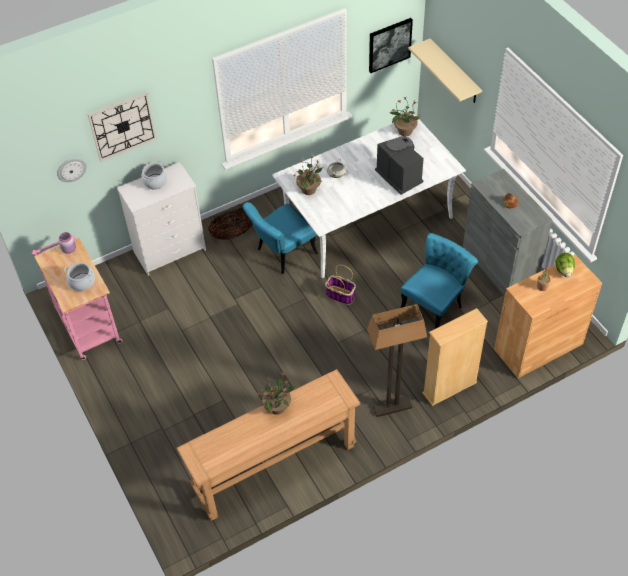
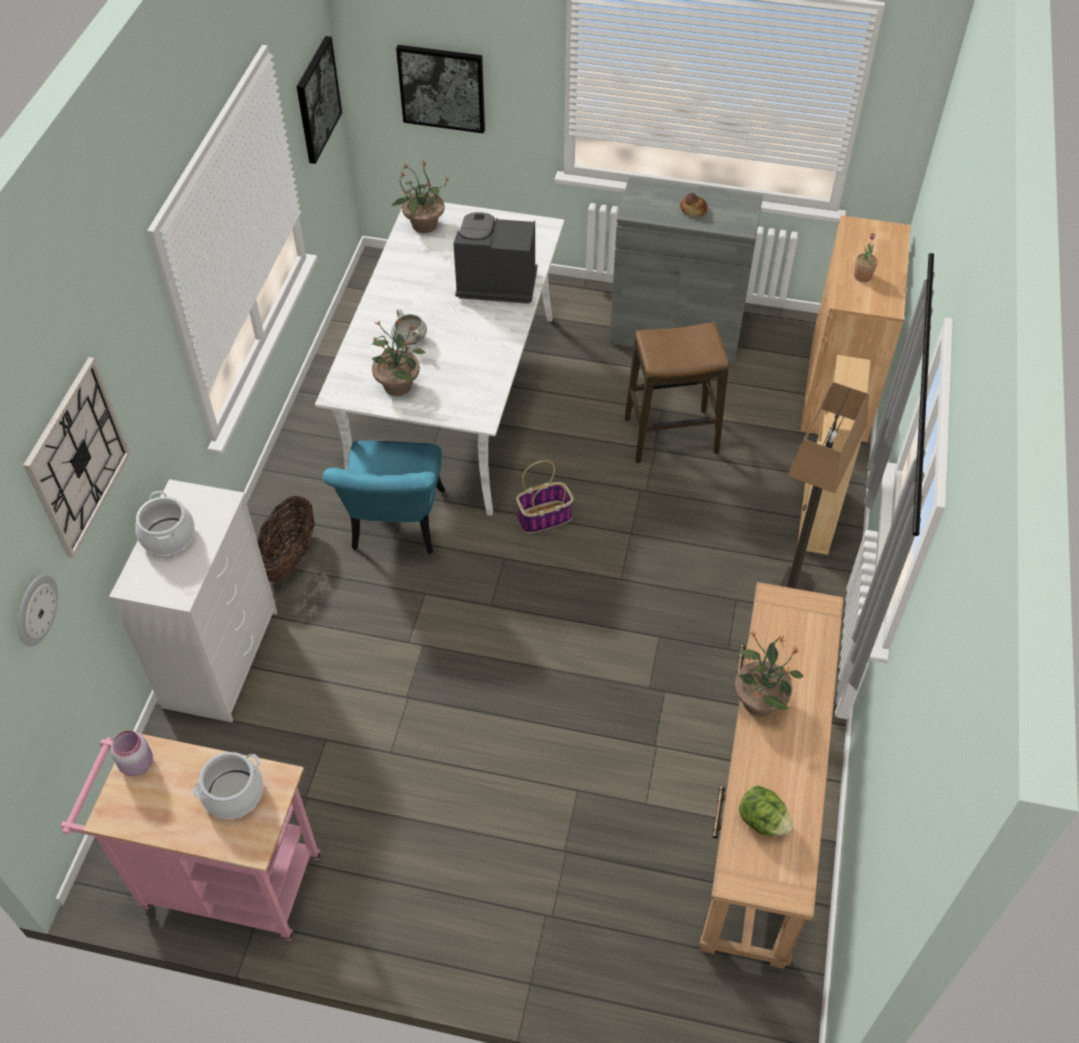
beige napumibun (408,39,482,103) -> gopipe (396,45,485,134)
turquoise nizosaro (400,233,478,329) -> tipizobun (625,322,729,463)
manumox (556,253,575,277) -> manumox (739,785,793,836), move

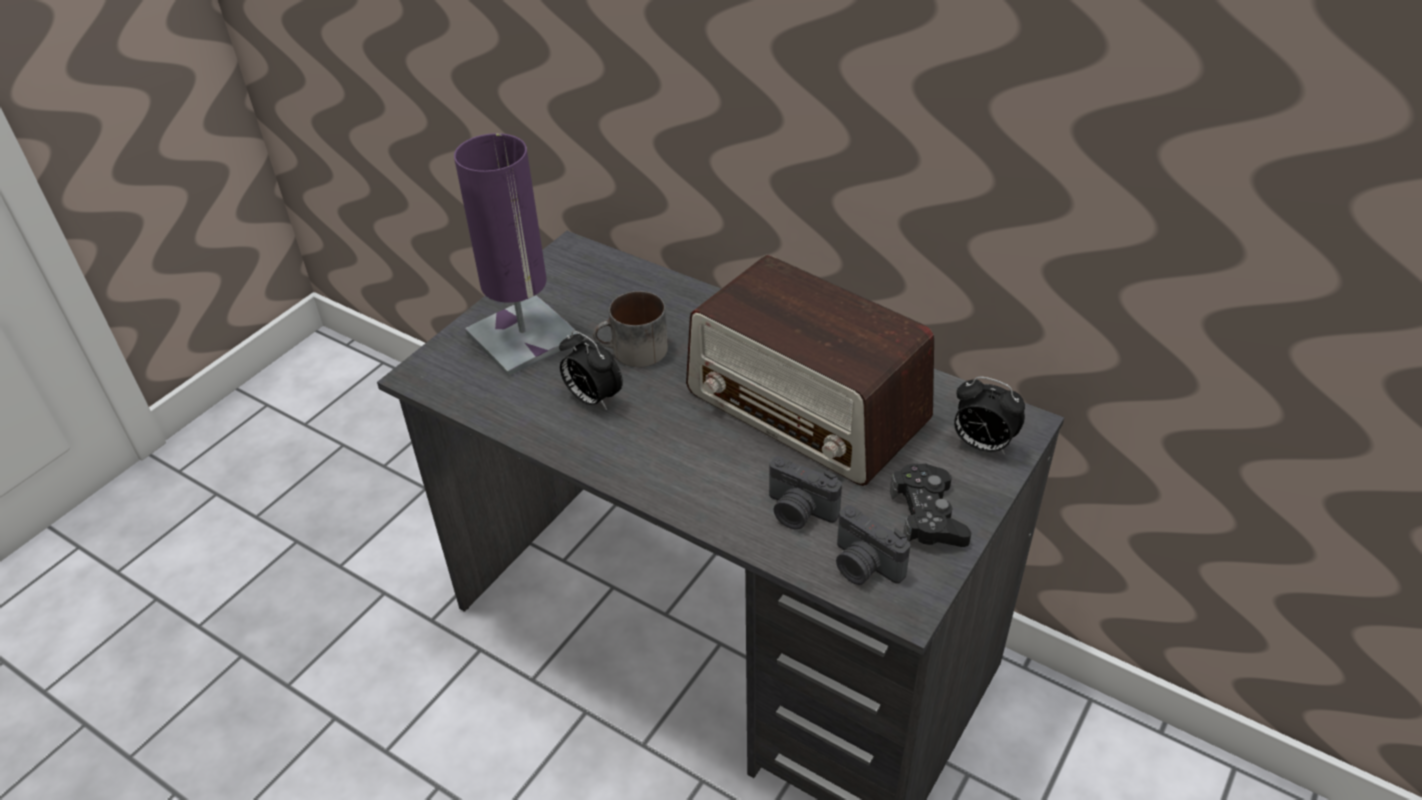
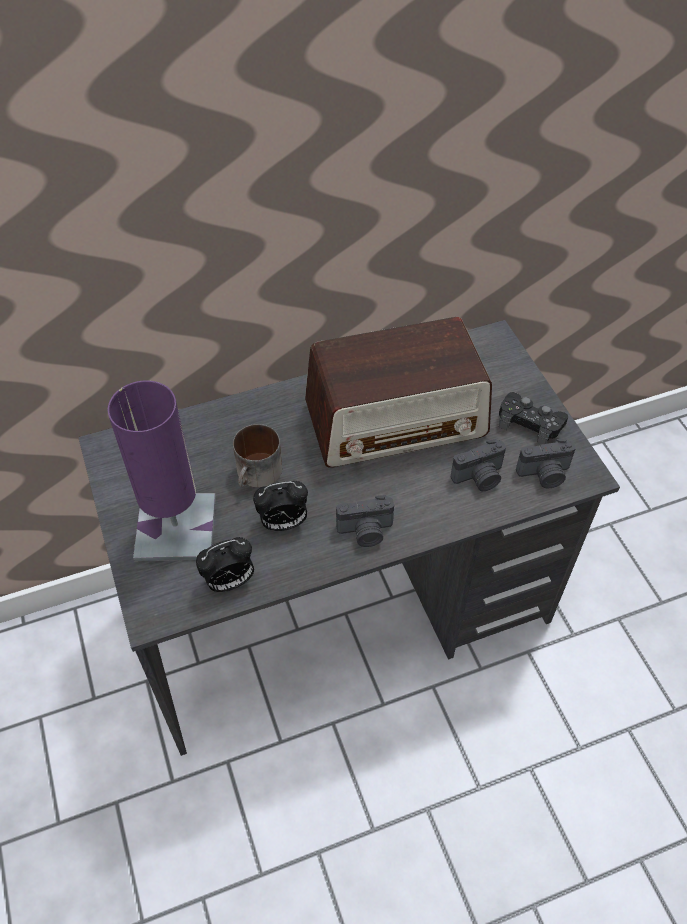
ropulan (954,377,1025,455) -> ropulan (196,537,254,592), move
none -> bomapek (336,495,394,547)

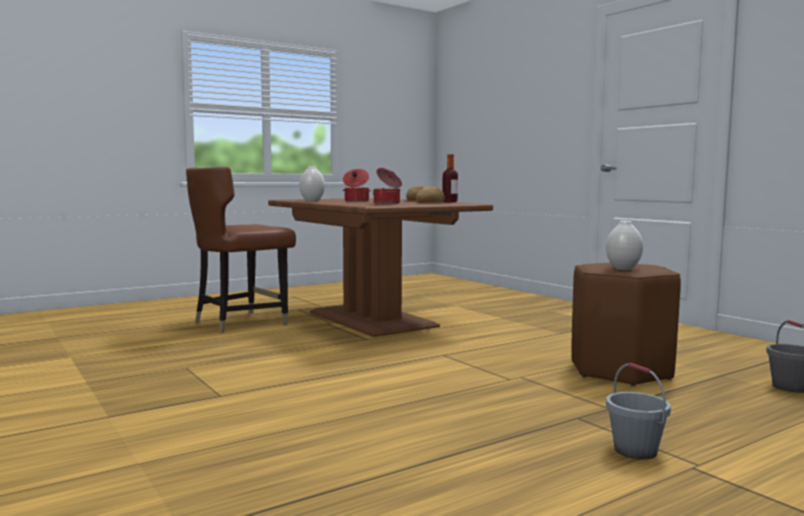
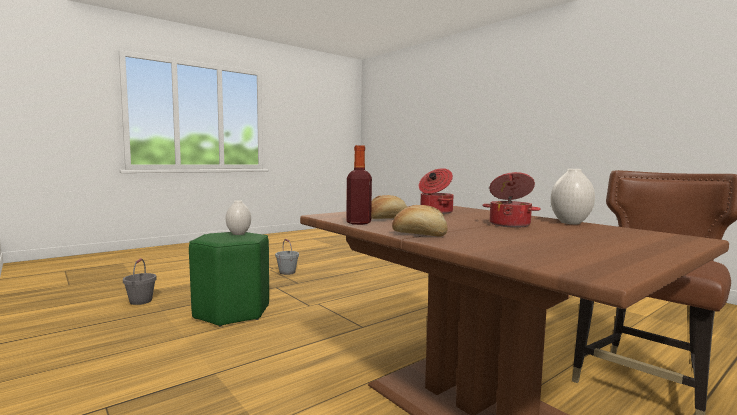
brown tipizobun (571,262,681,386) -> green tipizobun (189,232,269,327)

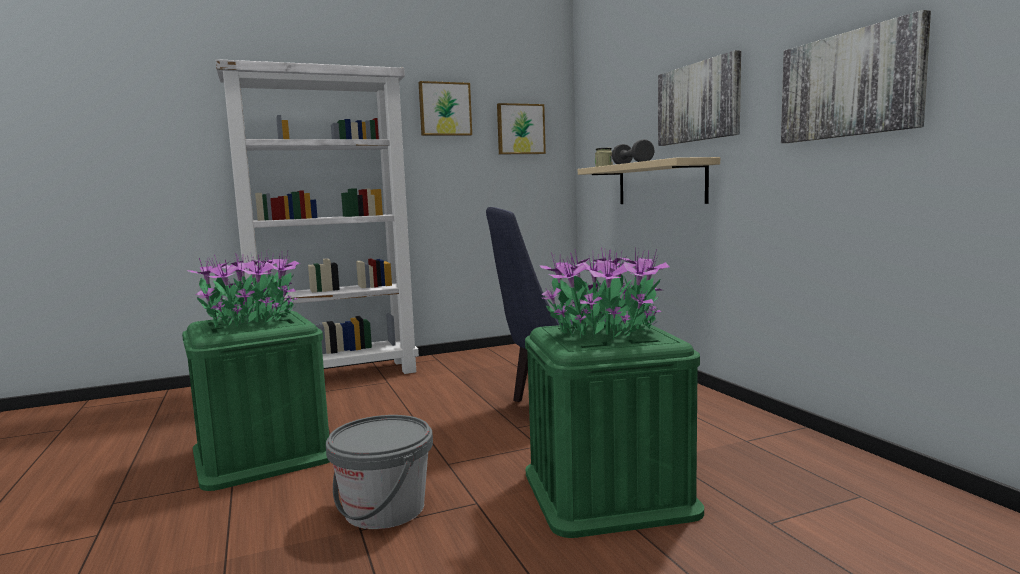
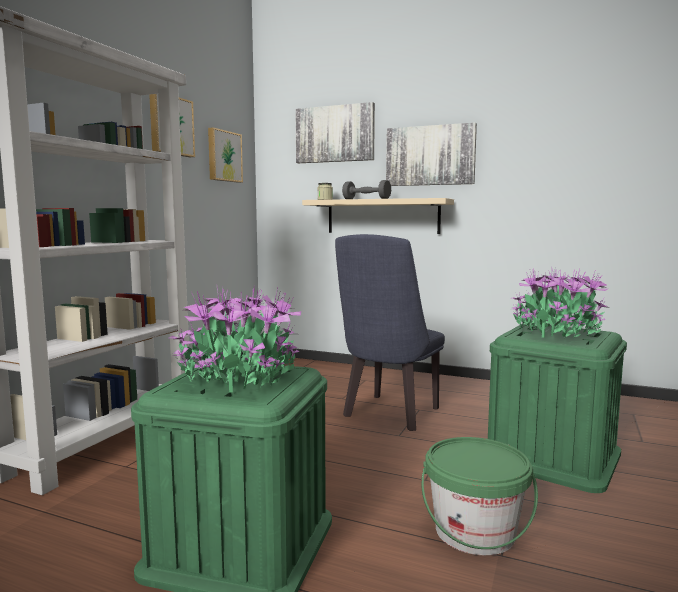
gopipe (781,10,931,143) -> gopipe (295,102,375,163), move
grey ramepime (326,415,433,529) -> green ramepime (421,437,538,555)

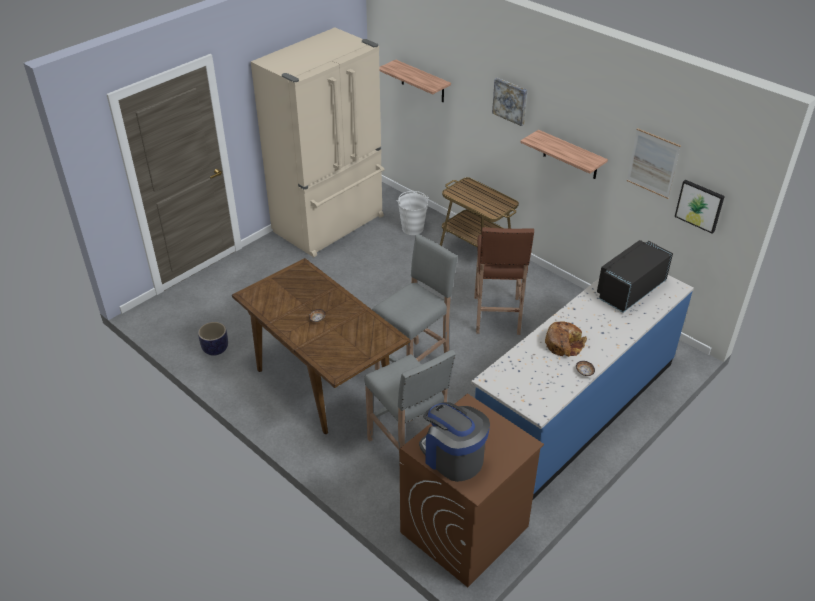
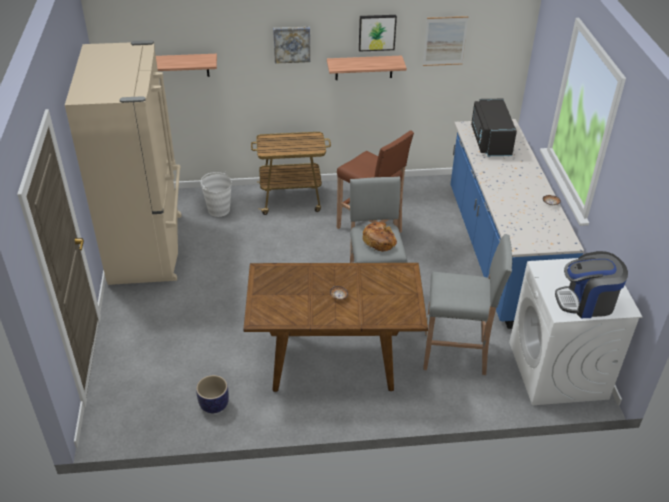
gopipe (675,180,725,234) -> gopipe (359,15,397,52), move
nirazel (545,321,587,357) -> nirazel (362,222,397,252), move
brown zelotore (399,394,544,587) -> white zelotore (509,258,642,405)

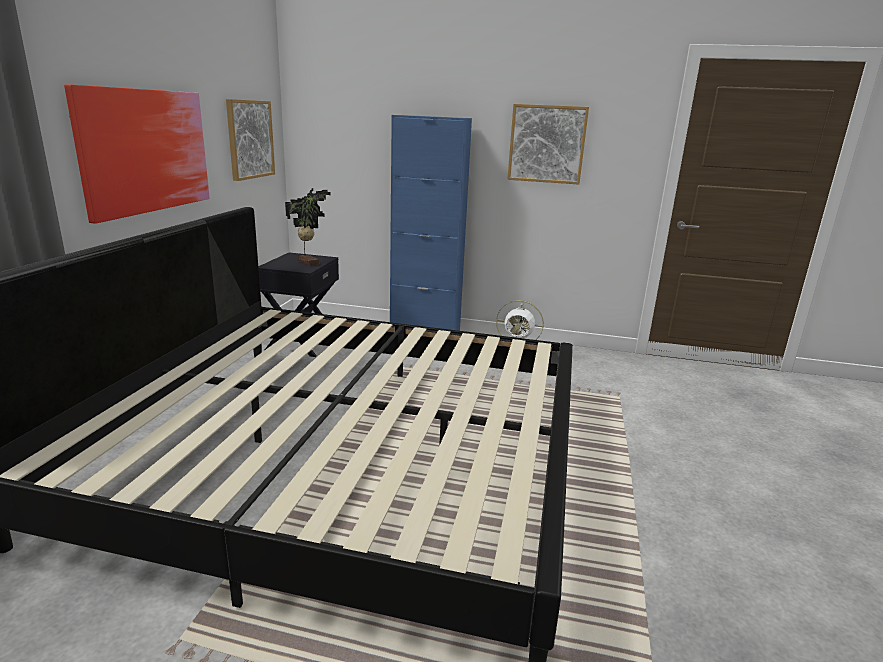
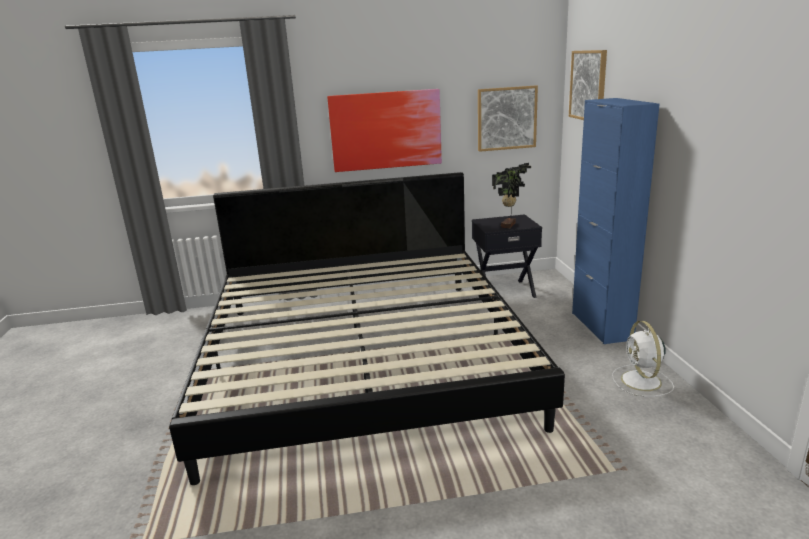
gopipe (507,104,589,185) -> gopipe (569,50,607,120), move

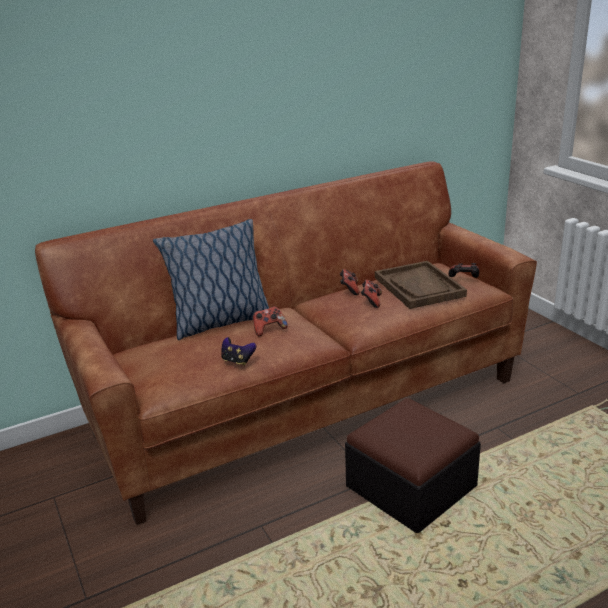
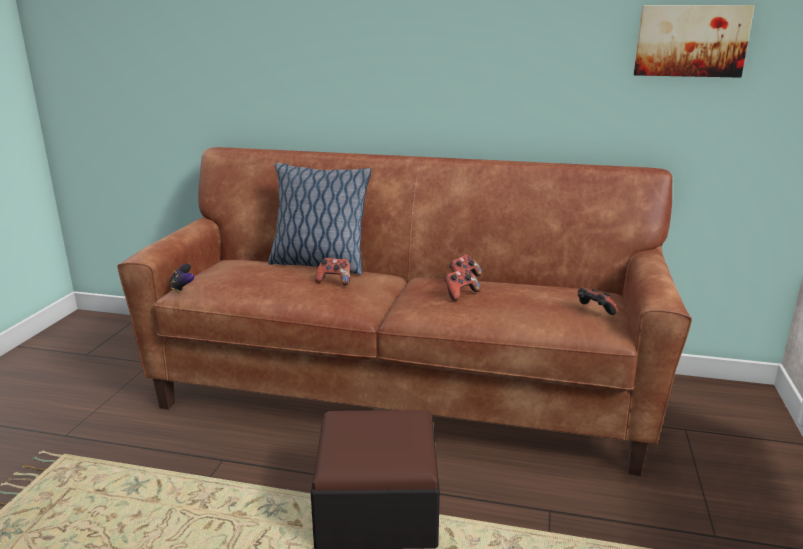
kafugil (221,337,256,366) -> kafugil (170,264,195,293), move
none -> gopipe (634,5,755,78)
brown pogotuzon (375,261,467,309) -> none

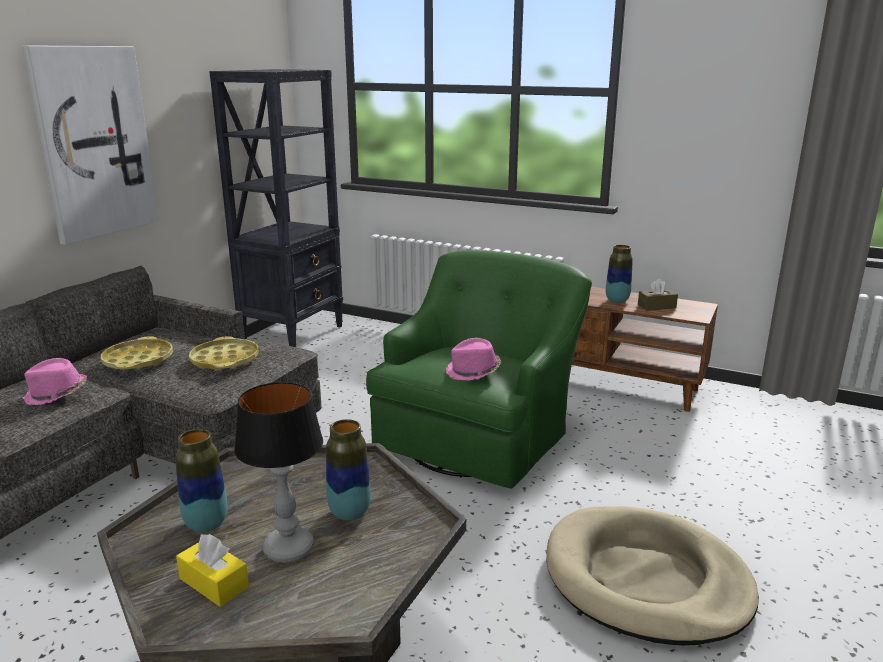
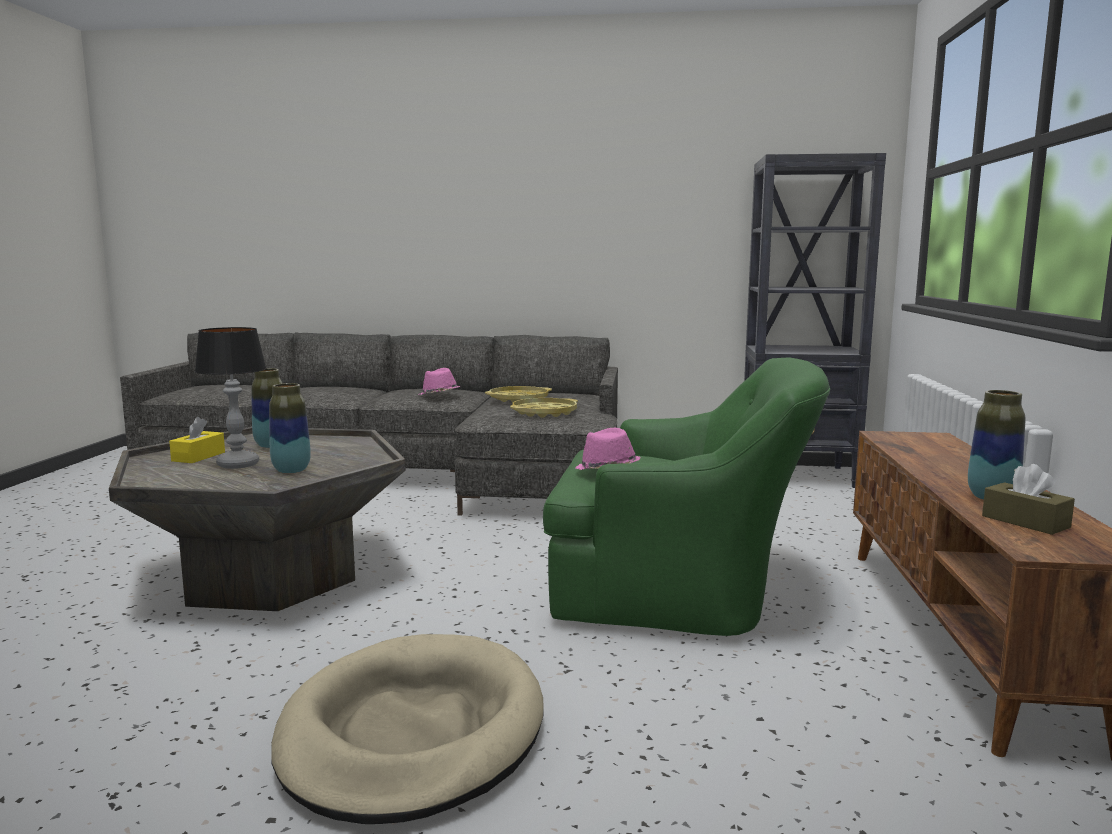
gopipe (22,45,159,245) -> none

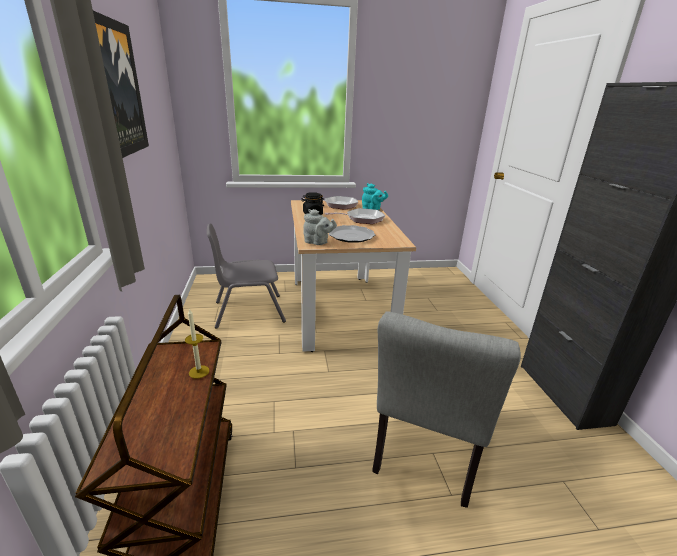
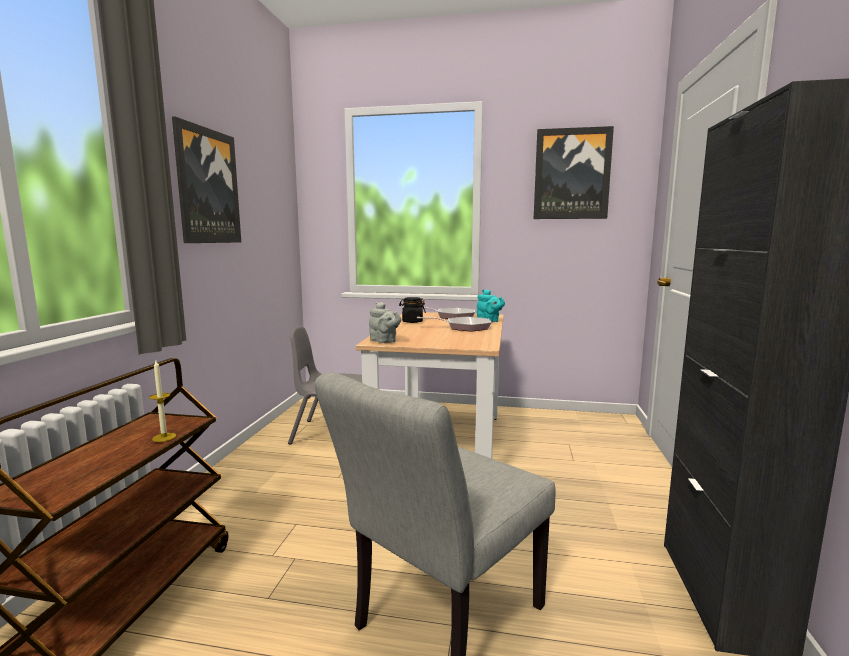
none -> gopipe (534,126,614,219)
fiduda (329,225,376,243) -> none

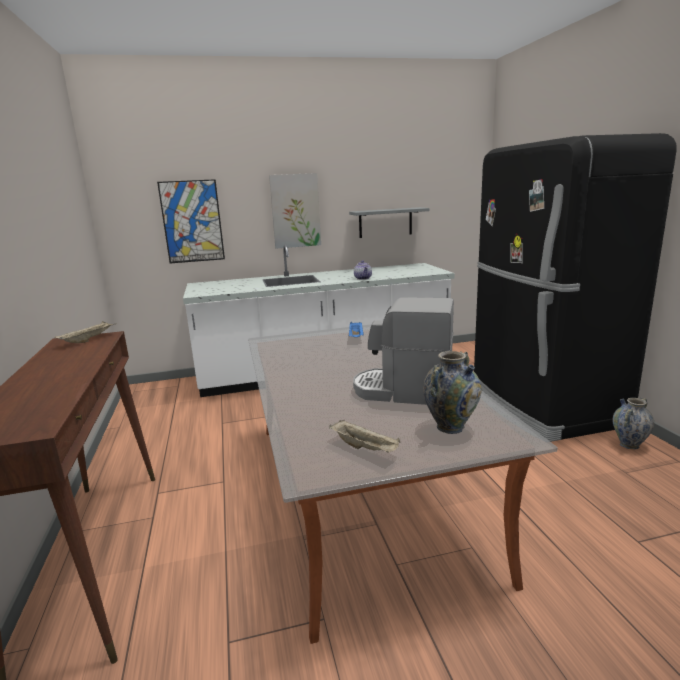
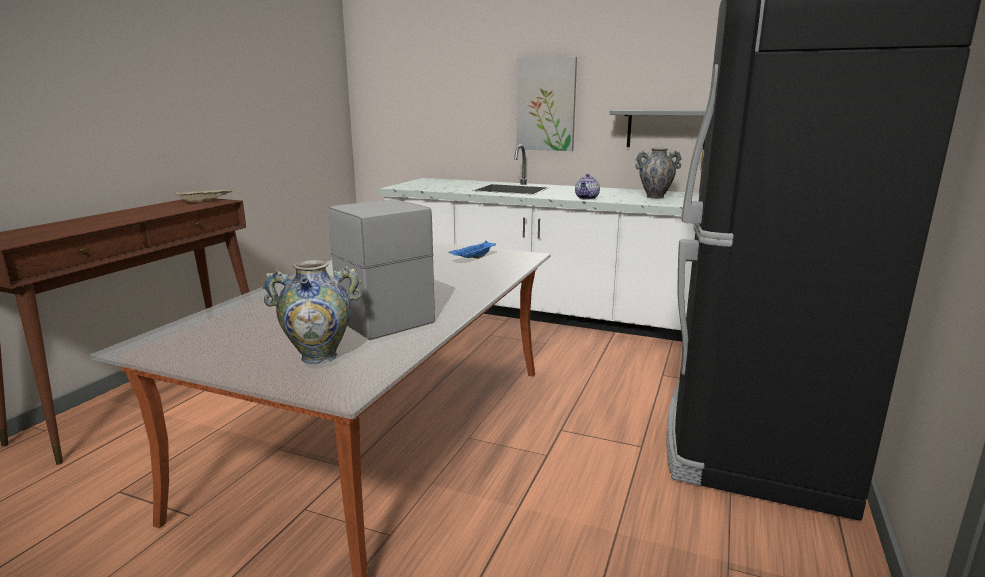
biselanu (612,398,654,449) -> biselanu (635,148,682,199), move
gopipe (157,179,225,263) -> none
beige pogotuzon (329,420,401,452) -> none

